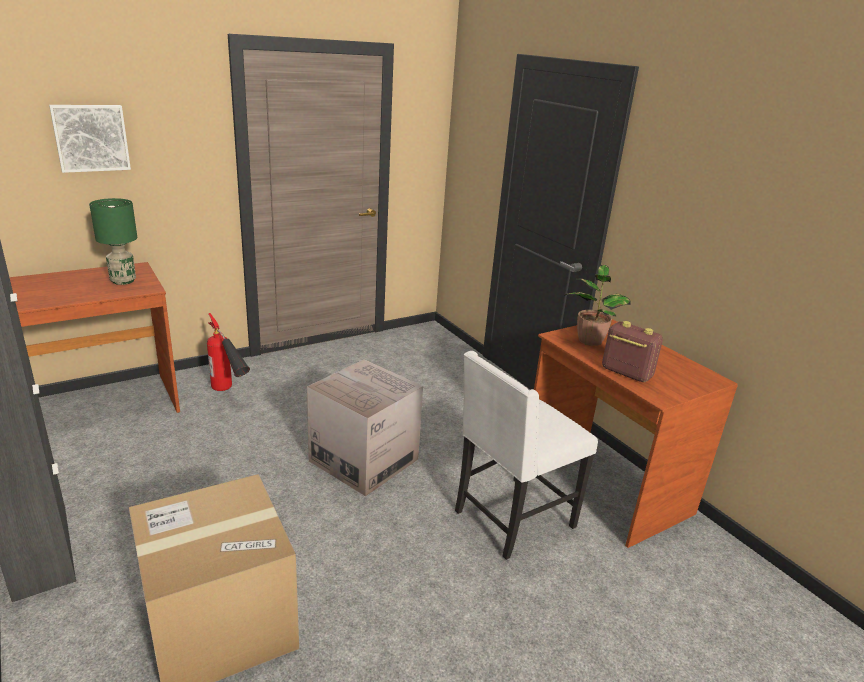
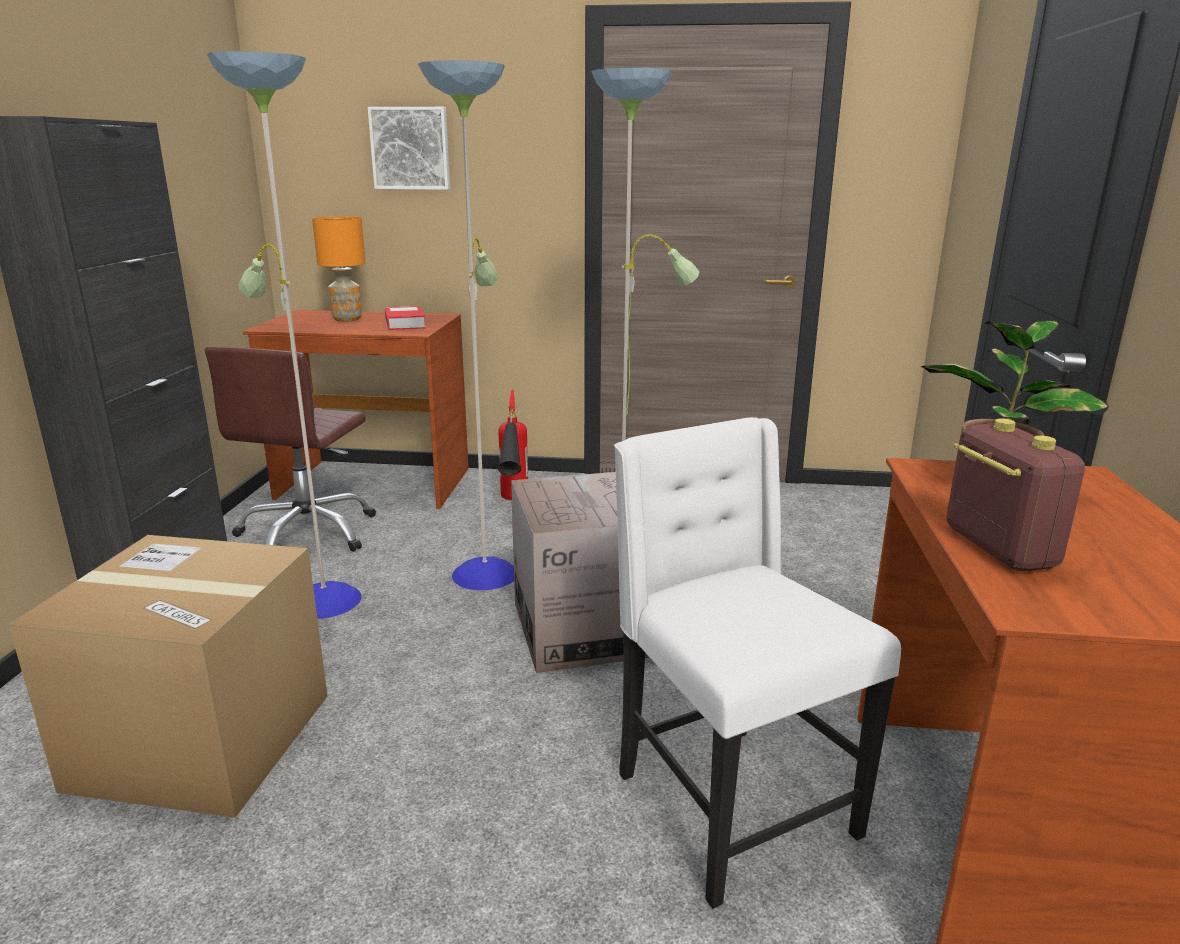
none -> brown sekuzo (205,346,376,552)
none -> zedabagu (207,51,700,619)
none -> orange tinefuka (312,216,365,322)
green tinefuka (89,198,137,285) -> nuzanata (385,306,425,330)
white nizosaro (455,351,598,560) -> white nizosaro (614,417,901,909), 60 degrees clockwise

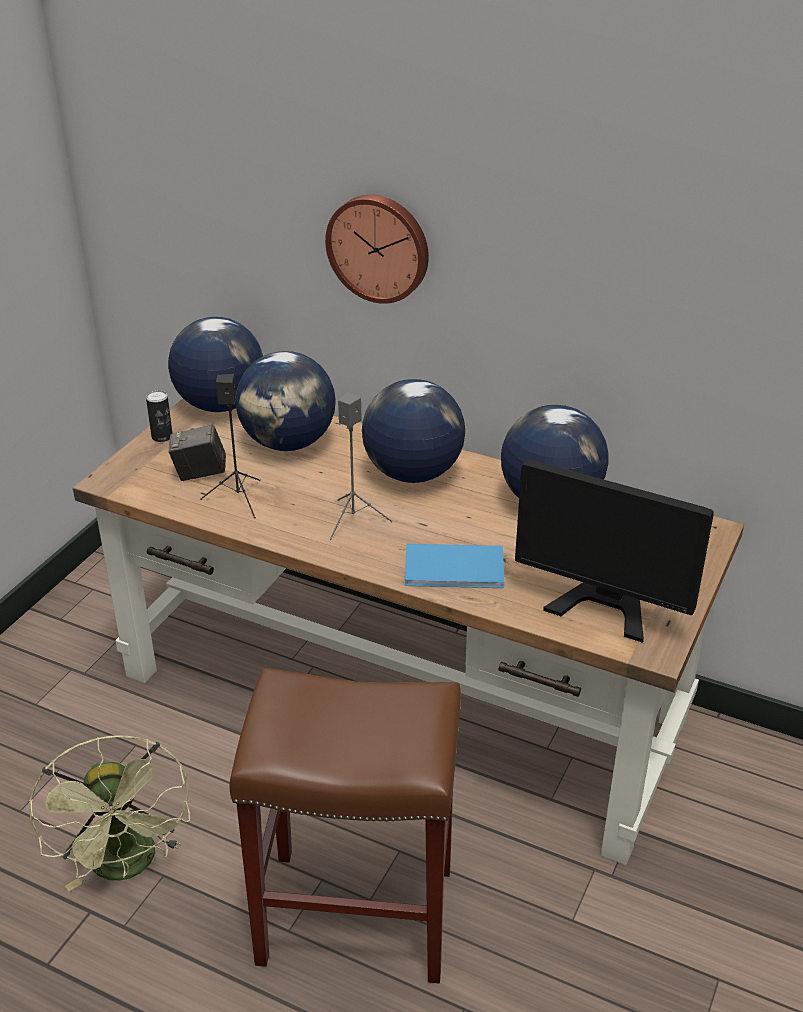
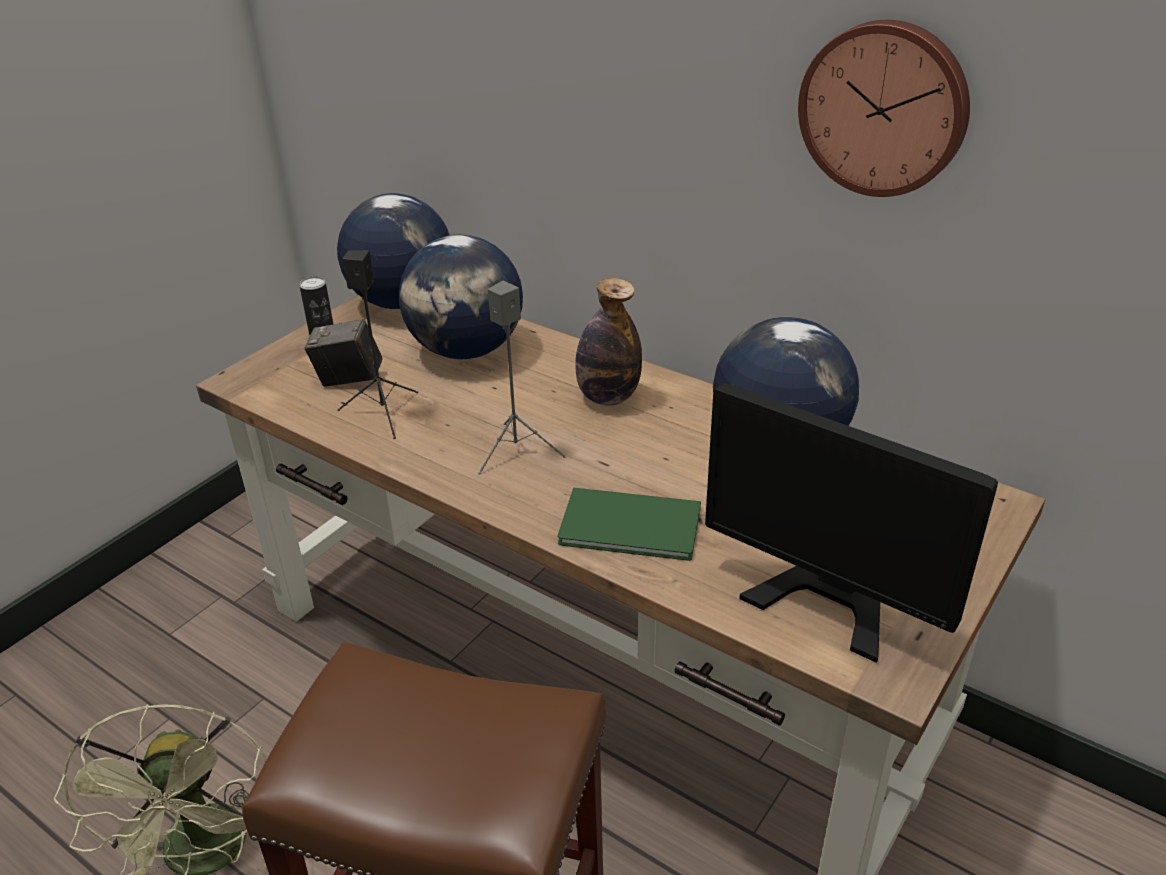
blue nuzanata (405,544,505,588) -> green nuzanata (557,488,701,561)
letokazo (362,379,465,483) -> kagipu (575,278,642,405)
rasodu (325,195,429,304) -> rasodu (798,20,970,197), move

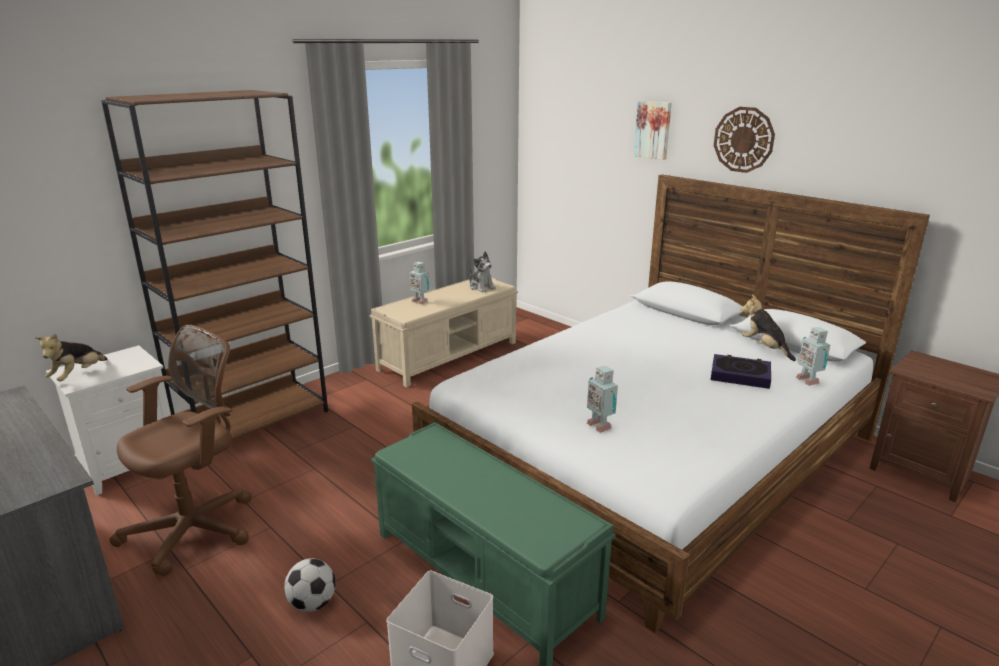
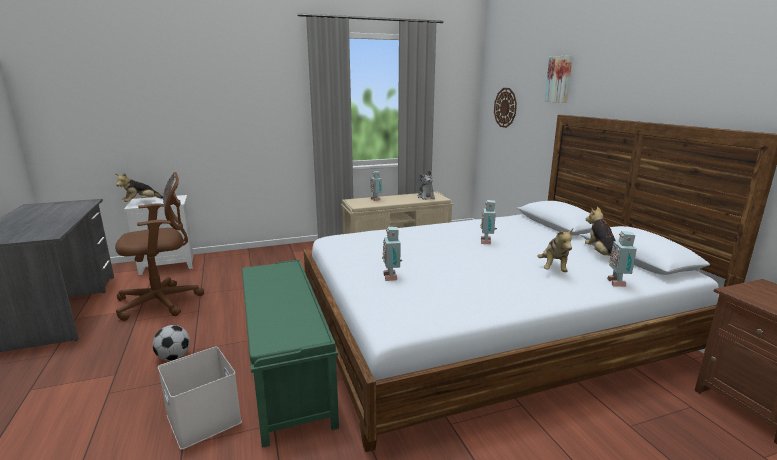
none -> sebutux (480,200,497,244)
rasodu (714,107,775,173) -> rasodu (494,88,517,128), move
nuzanata (711,354,771,389) -> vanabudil (538,229,573,272)
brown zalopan (101,90,328,439) -> none

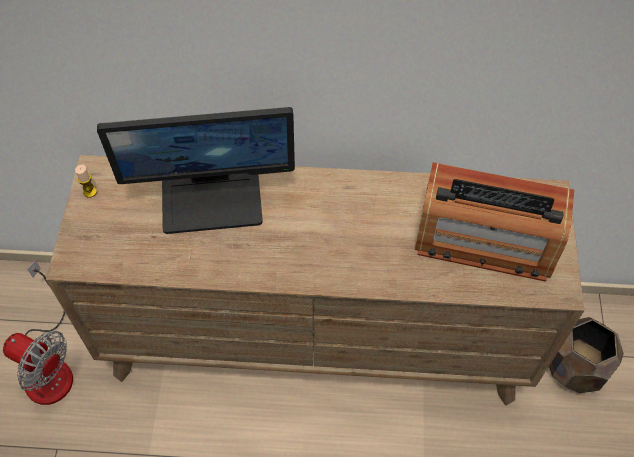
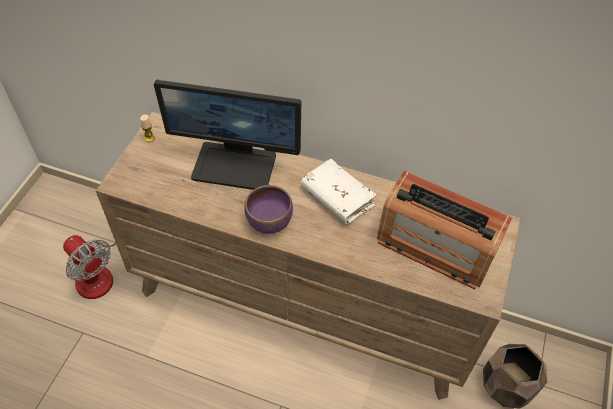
none -> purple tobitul (244,185,293,234)
none -> white nuzanata (301,159,377,224)

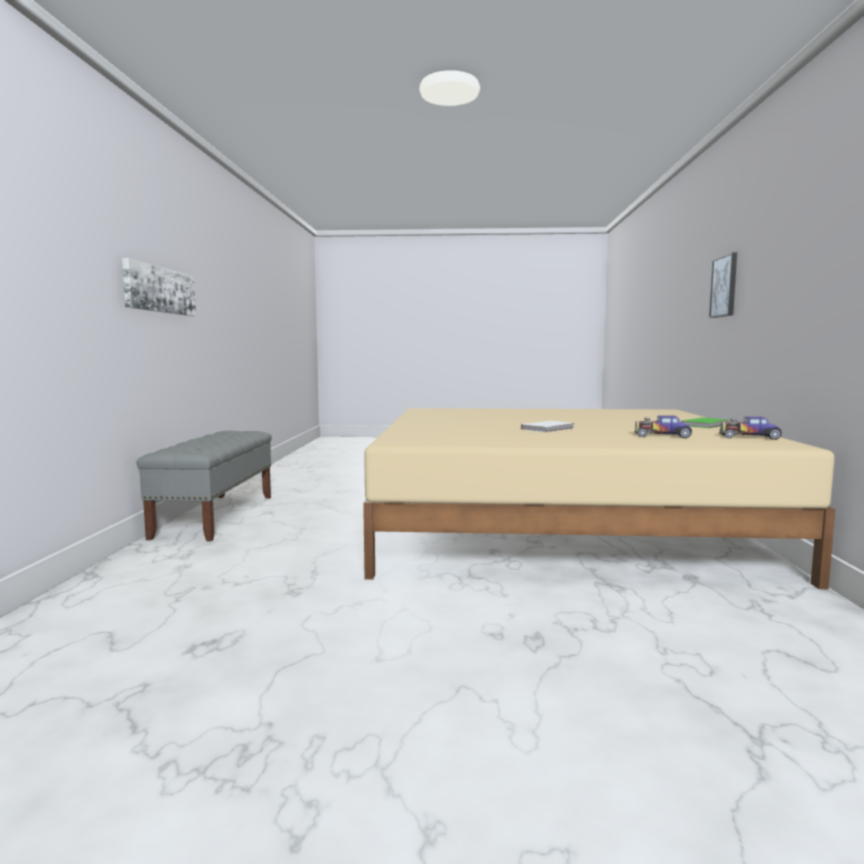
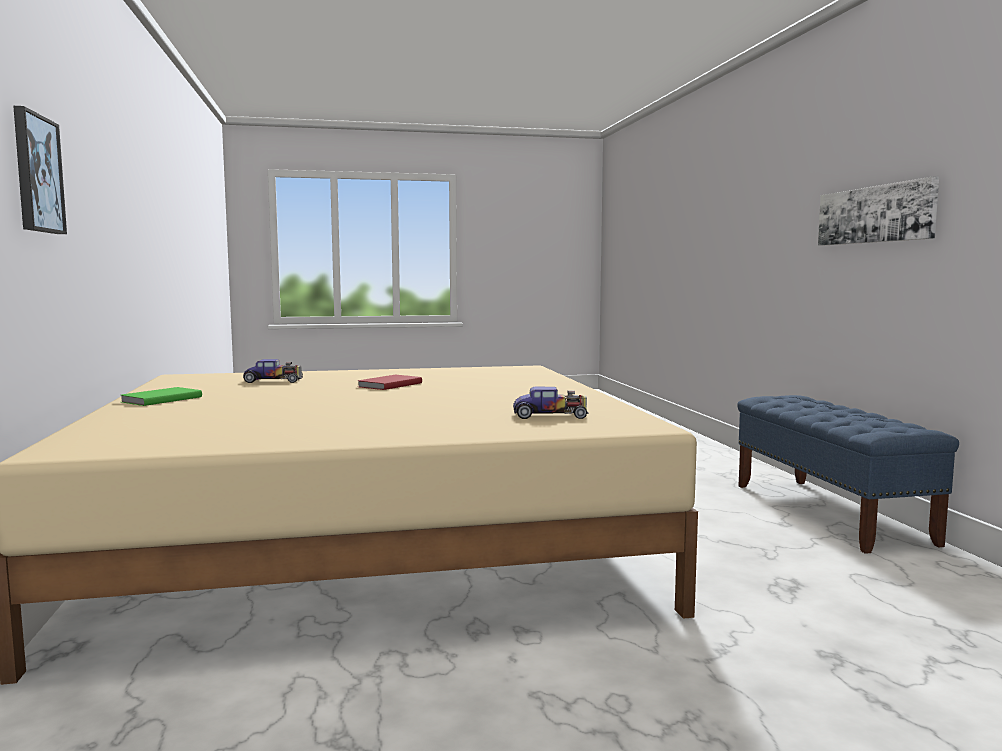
white nuzanata (521,421,574,432) -> red nuzanata (357,374,422,390)
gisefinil (720,416,782,440) -> gisefinil (513,387,588,419), move
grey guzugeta (136,431,272,541) -> blue guzugeta (737,395,959,554)

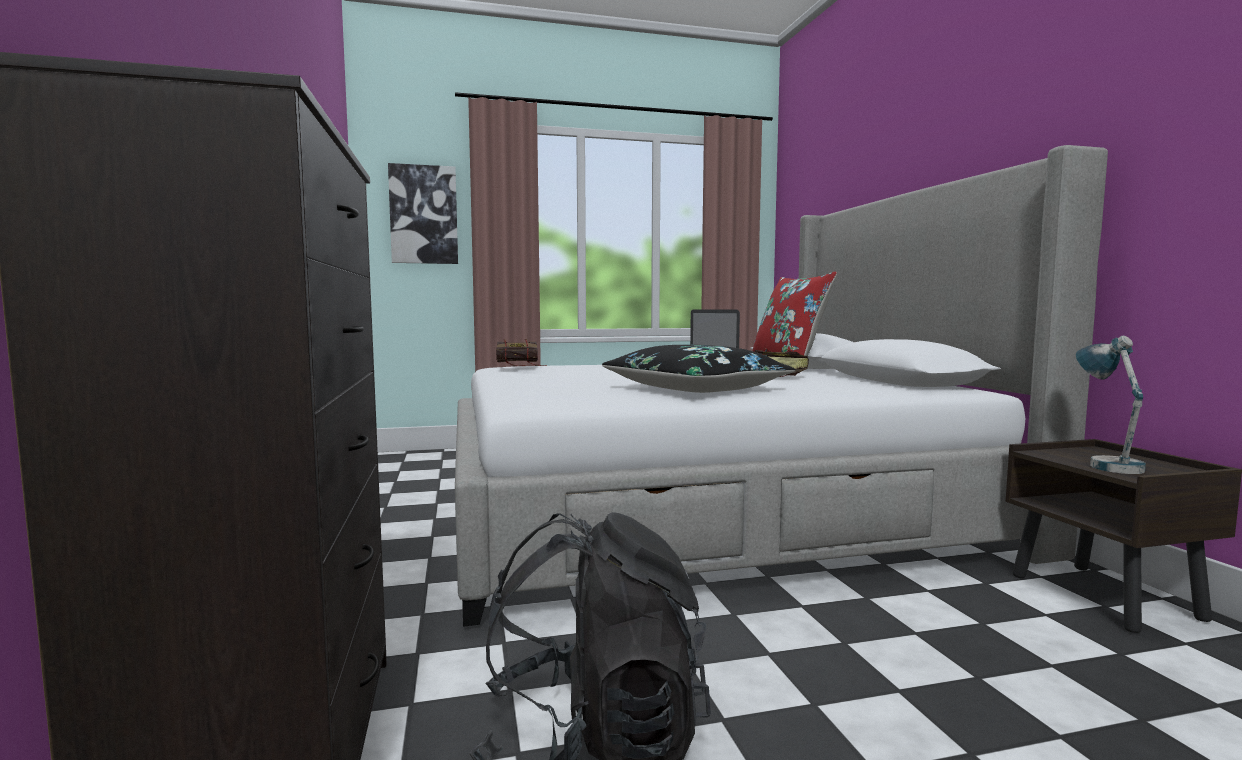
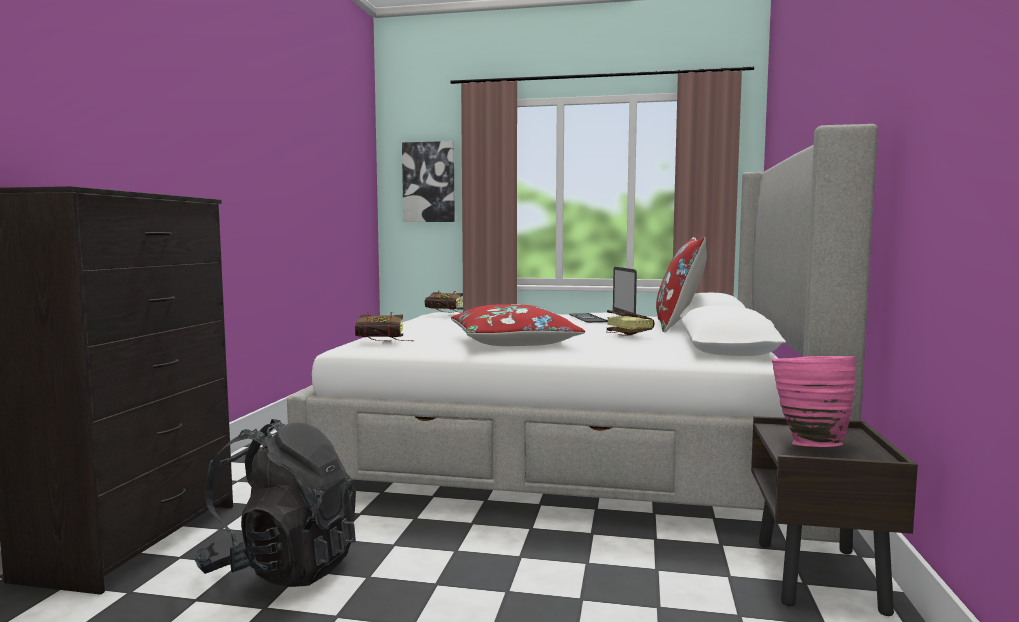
none -> nuzanata (355,312,414,341)
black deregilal (602,345,796,393) -> red deregilal (451,304,585,346)
tinefuka (1076,336,1146,474) -> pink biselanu (772,356,856,447)

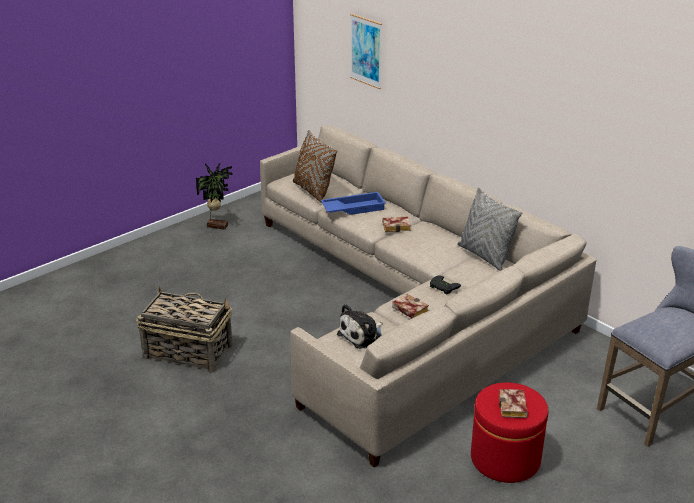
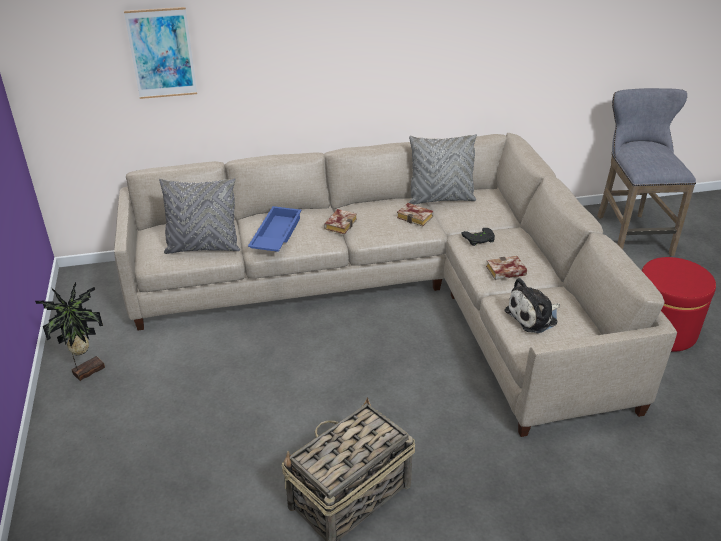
brown deregilal (293,130,338,203) -> grey deregilal (159,178,240,254)
nuzanata (499,389,528,418) -> nuzanata (397,203,434,227), move
vanabudil (337,304,383,349) -> vanabudil (504,278,560,333), 75 degrees clockwise

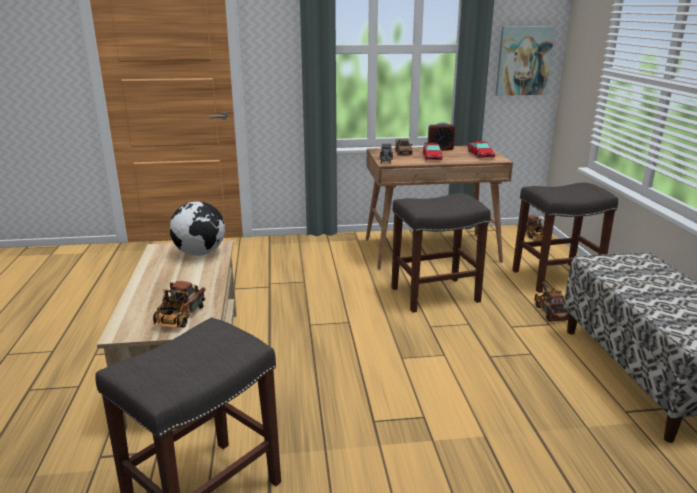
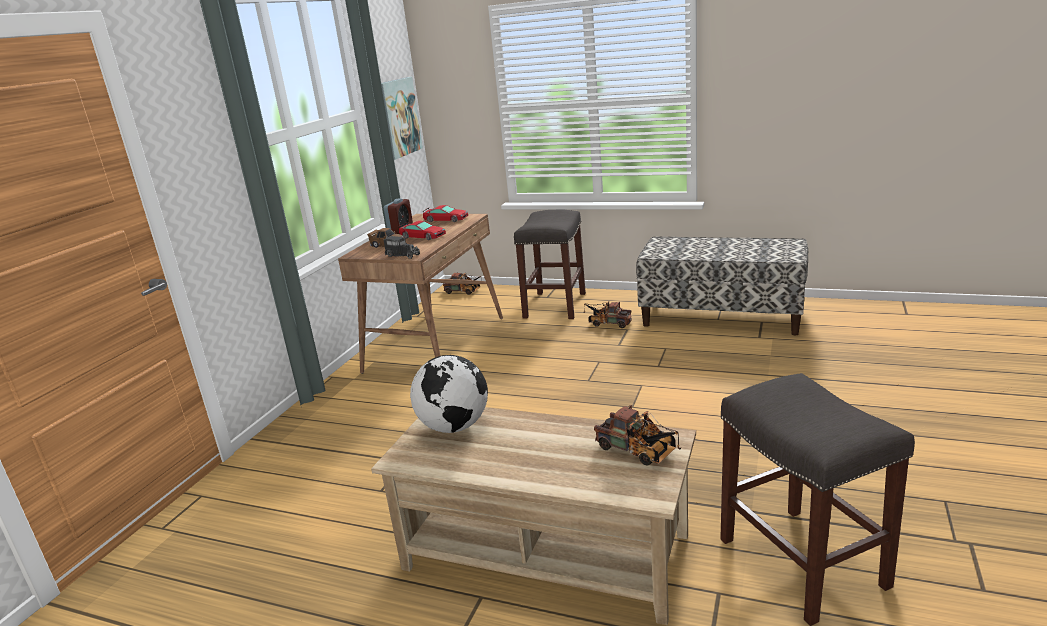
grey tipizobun (391,193,491,313) -> none

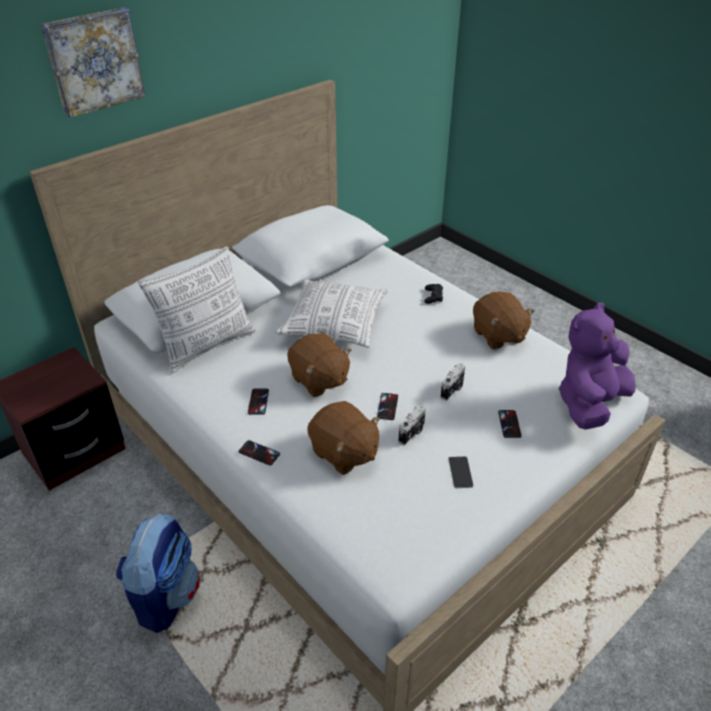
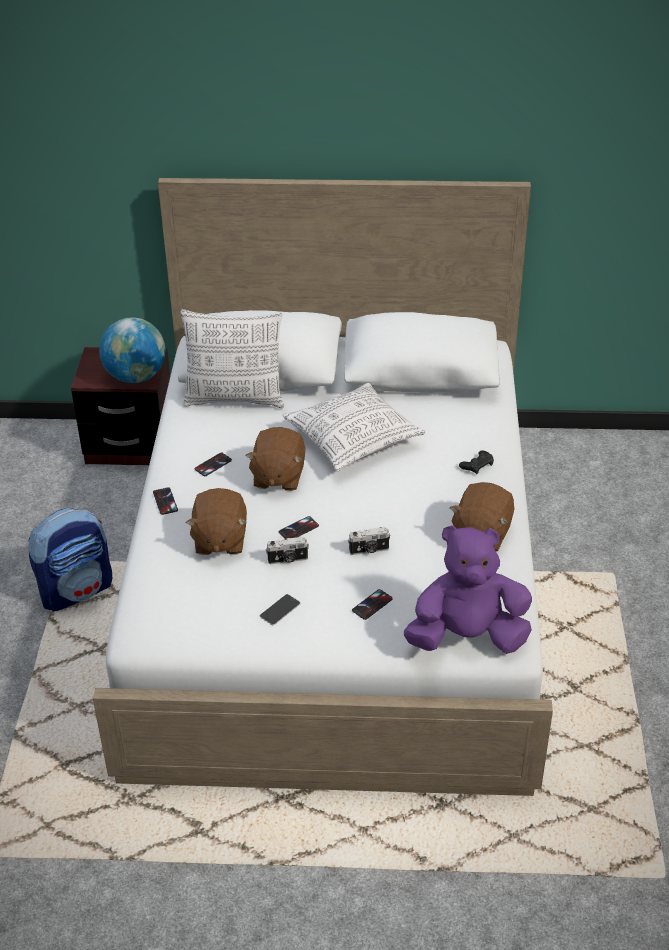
none -> letokazo (99,317,166,383)
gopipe (41,7,146,118) -> none

